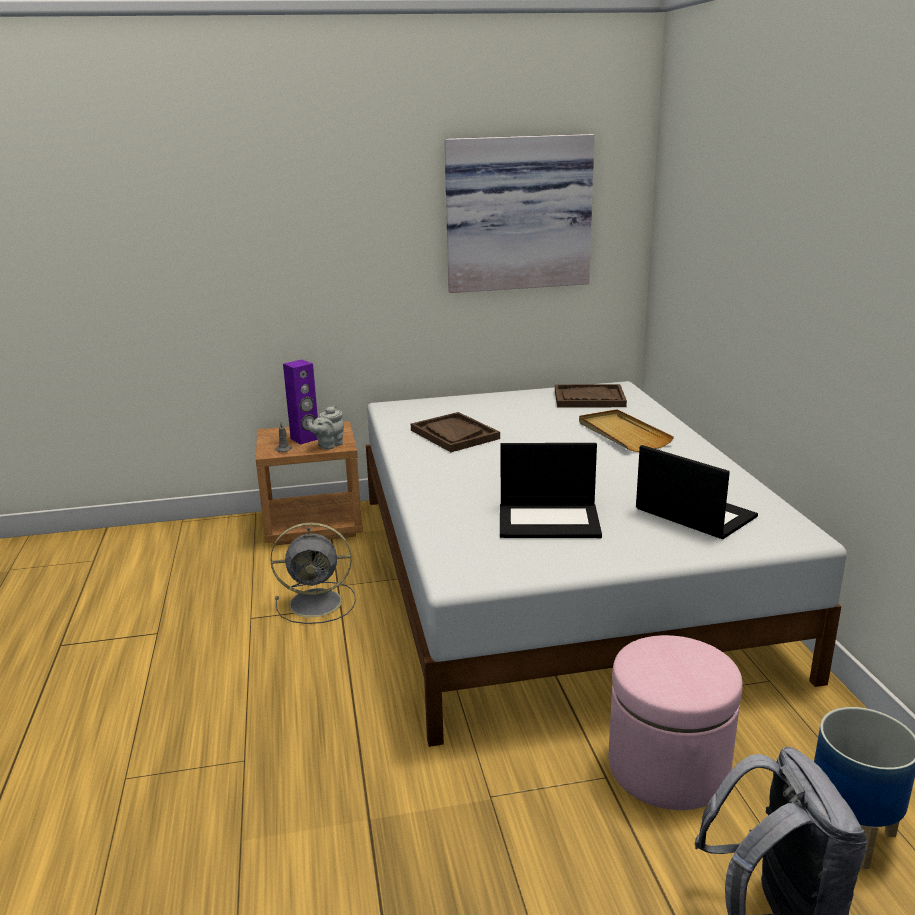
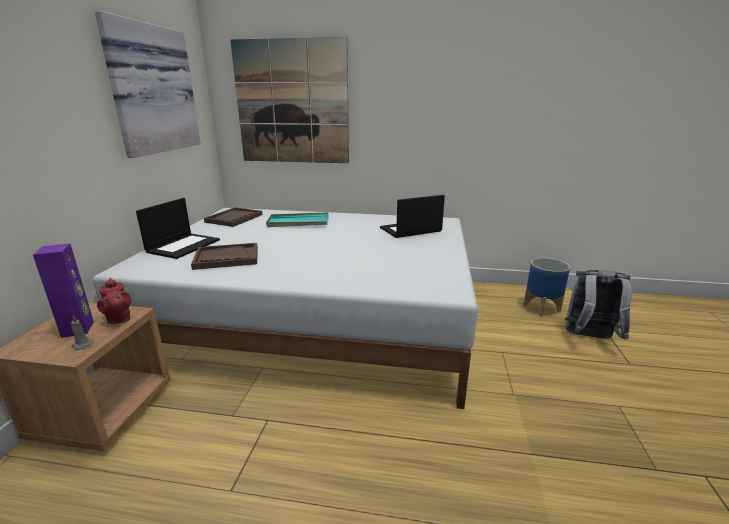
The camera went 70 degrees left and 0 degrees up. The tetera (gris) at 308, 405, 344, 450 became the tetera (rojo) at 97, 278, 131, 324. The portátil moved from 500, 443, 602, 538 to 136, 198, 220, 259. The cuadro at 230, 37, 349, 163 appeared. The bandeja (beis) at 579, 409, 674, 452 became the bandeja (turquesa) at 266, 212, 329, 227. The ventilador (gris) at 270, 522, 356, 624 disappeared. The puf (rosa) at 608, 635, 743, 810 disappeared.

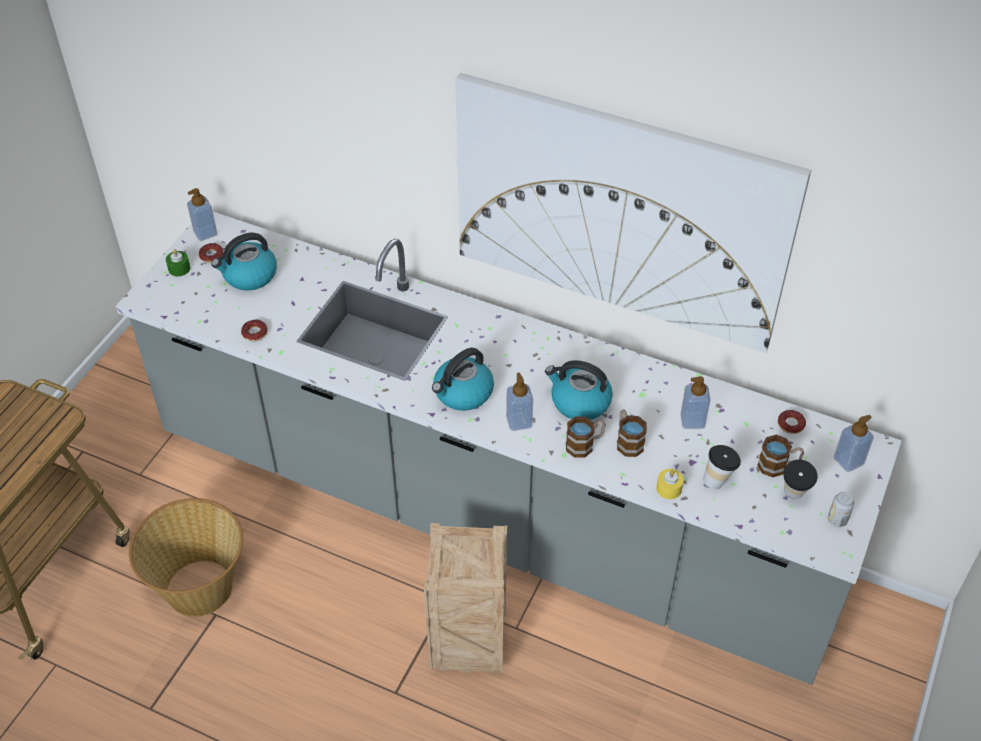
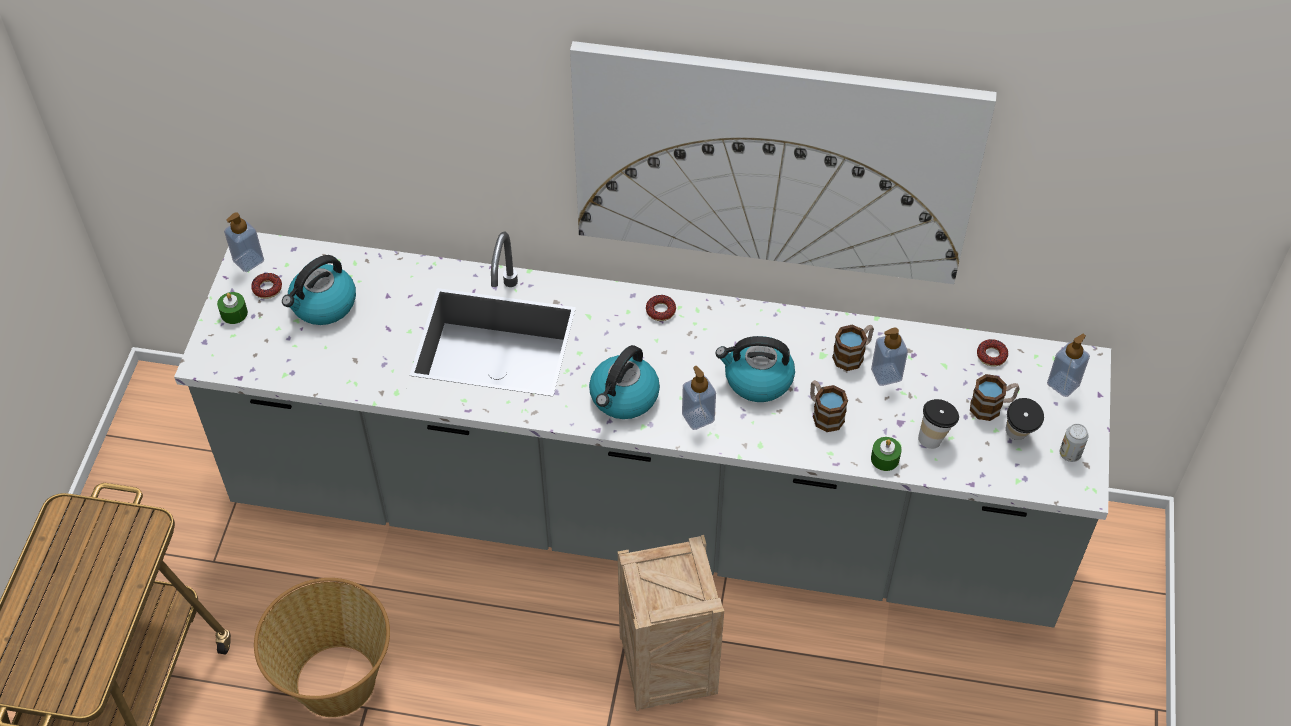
The camera went 15 degrees left and 5 degrees up. The rosquilla moved from 241, 320, 267, 341 to 646, 295, 676, 321. The taza grande moved from 566, 417, 606, 458 to 832, 325, 874, 371. The vela (amarillo) at 656, 469, 684, 499 became the vela (verde) at 871, 437, 902, 471.

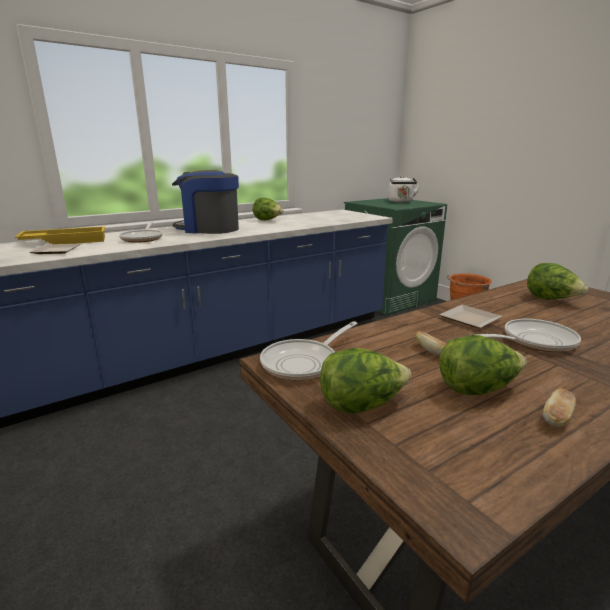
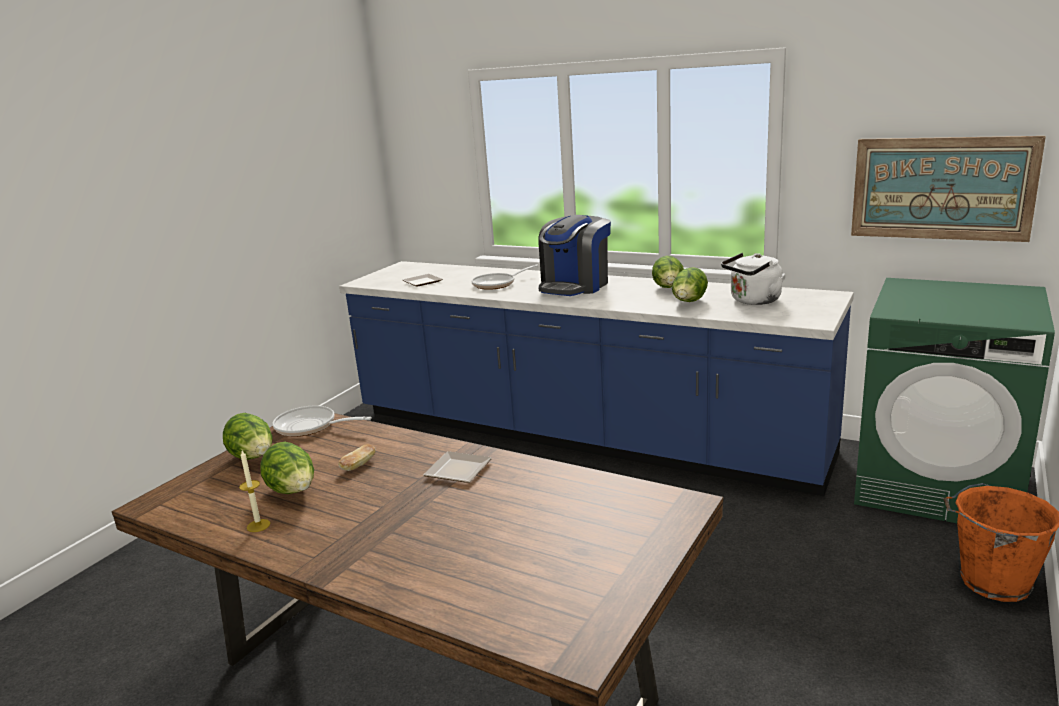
The camera went 65 degrees right and 0 degrees up. The pan at 543, 388, 576, 427 was replaced by the vela at 239, 450, 270, 532. The cafetera at 172, 170, 239, 234 turned 135 degrees counterclockwise. The lechuga moved from 527, 263, 588, 299 to 672, 267, 708, 302. The hervidor (blanco) moved from 388, 176, 420, 202 to 721, 253, 783, 305. The cuadro at 851, 136, 1046, 242 appeared. The bandeja (amarillo) at 15, 226, 105, 244 disappeared. The sartén at 476, 319, 581, 352 disappeared.

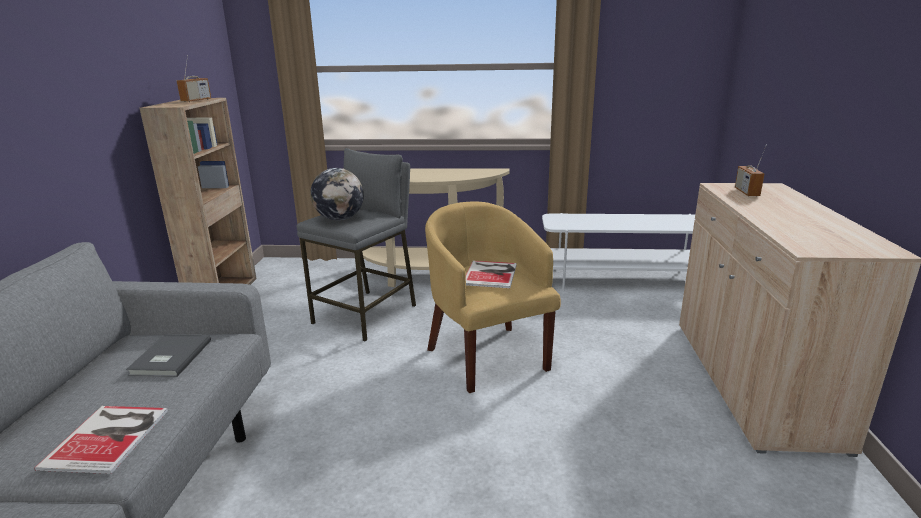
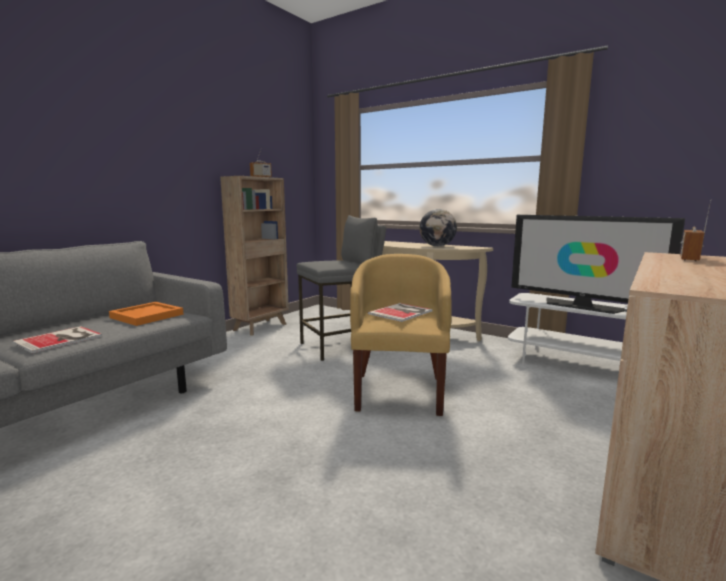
The camera went 30 degrees right and 10 degrees down. The libro (gris) at 126, 334, 211, 377 was replaced by the bandeja (naranja) at 109, 302, 184, 326. The globo terráqueo moved from 310, 168, 364, 221 to 419, 209, 457, 246. The televisor at 511, 215, 685, 314 appeared.

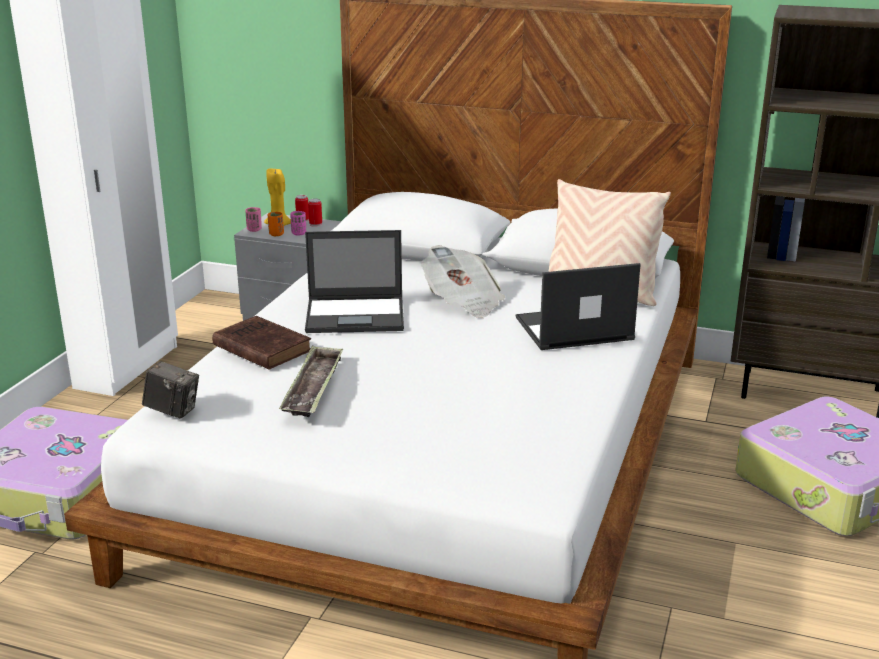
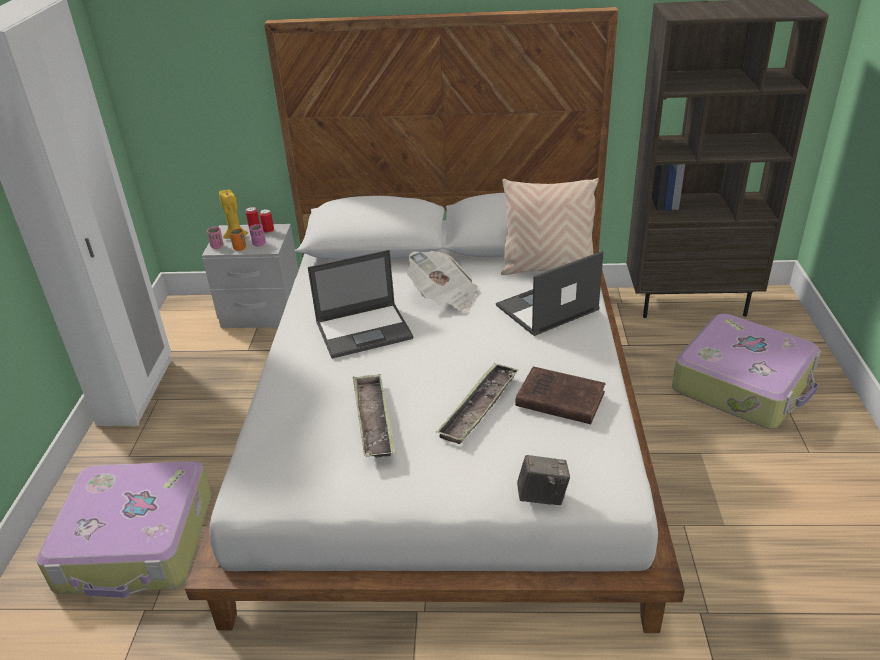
The camera went 15 degrees left and 10 degrees up. The bandeja at 436, 363, 519, 444 appeared. The libro (marrón) moved from 212, 316, 311, 370 to 515, 366, 606, 424. The cámara moved from 142, 361, 199, 419 to 517, 455, 570, 505.

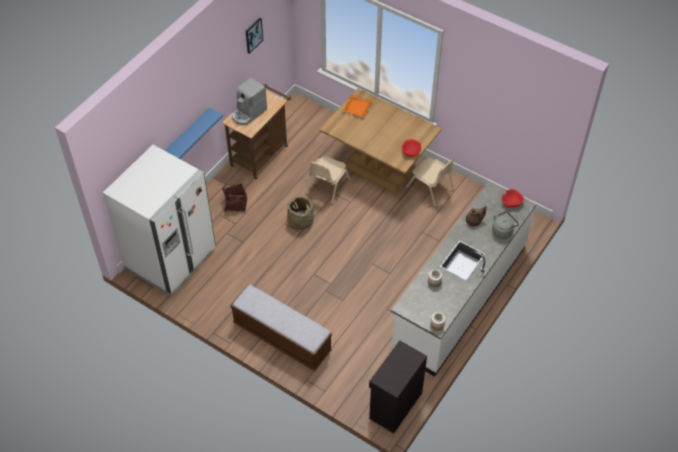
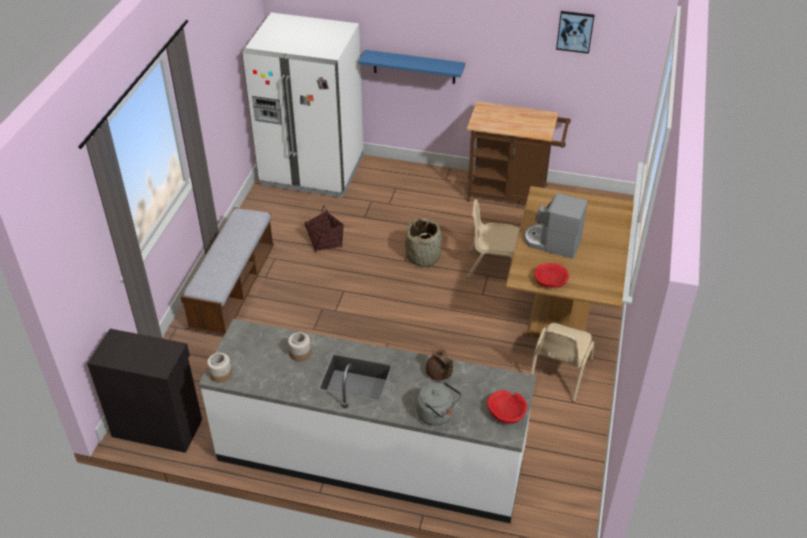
The camera went 70 degrees right and 10 degrees down. The cesta moved from 222, 184, 247, 212 to 305, 206, 343, 253. The cafetera moved from 232, 77, 267, 125 to 524, 193, 588, 259. The bandeja (naranja) at 343, 95, 372, 117 disappeared.

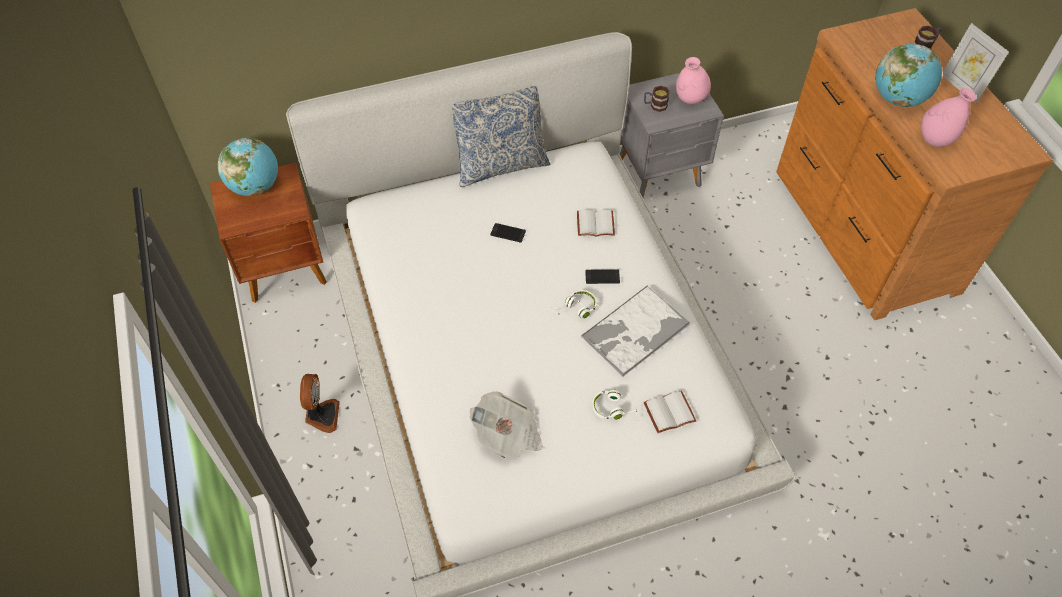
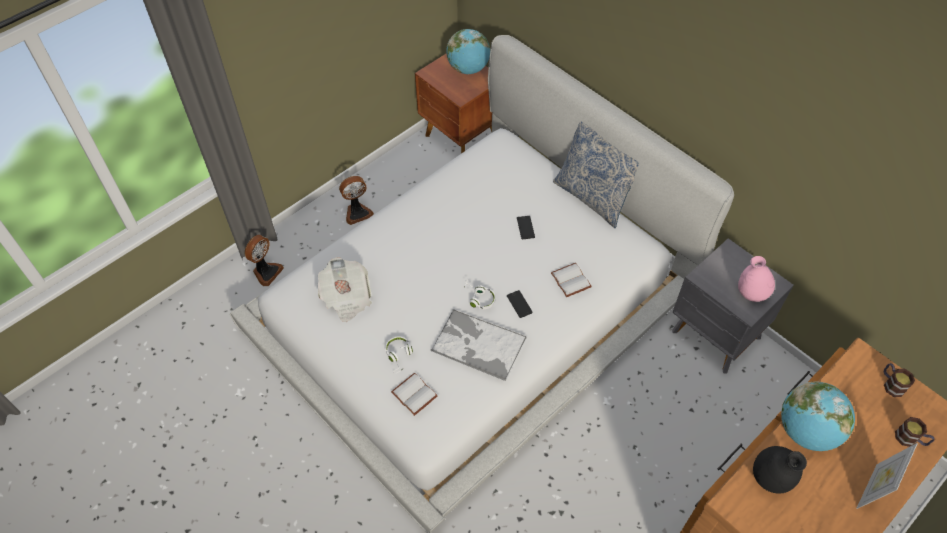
The camera went 65 degrees right and 0 degrees up. The ventilador at 244, 235, 284, 286 appeared. The florero (rosa) at 921, 88, 976, 147 became the florero (negro) at 753, 446, 807, 494. The taza grande moved from 644, 86, 670, 112 to 884, 363, 915, 397.

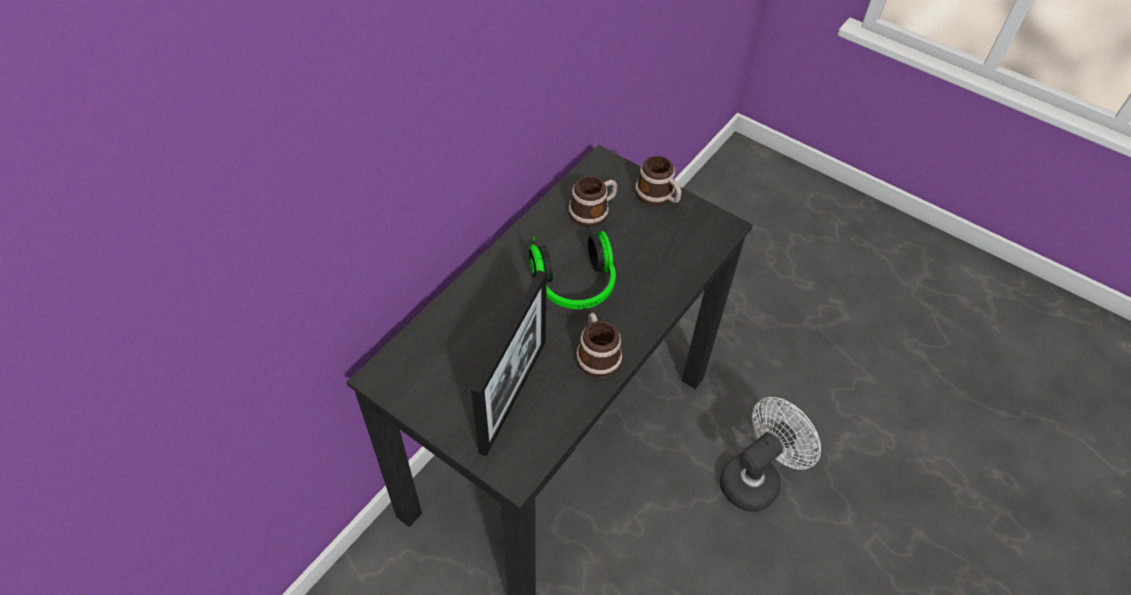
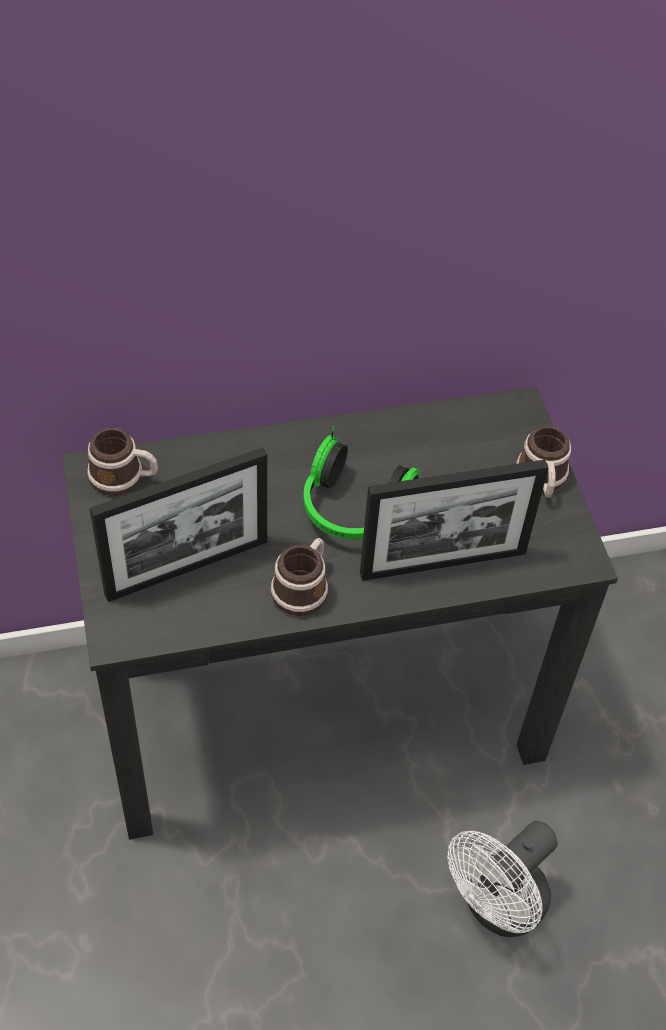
The camera went 40 degrees right and 0 degrees up. The taza grande moved from 569, 176, 617, 227 to 87, 428, 158, 496. The portarretratos at 360, 460, 548, 581 appeared. The ventilador (blanco) at 719, 397, 821, 512 turned 135 degrees clockwise.

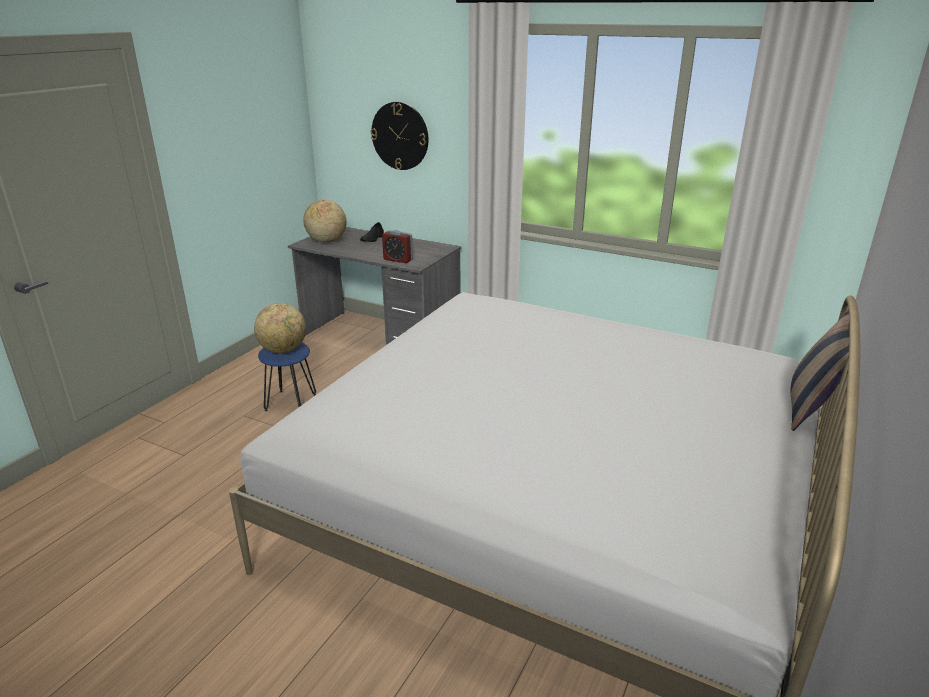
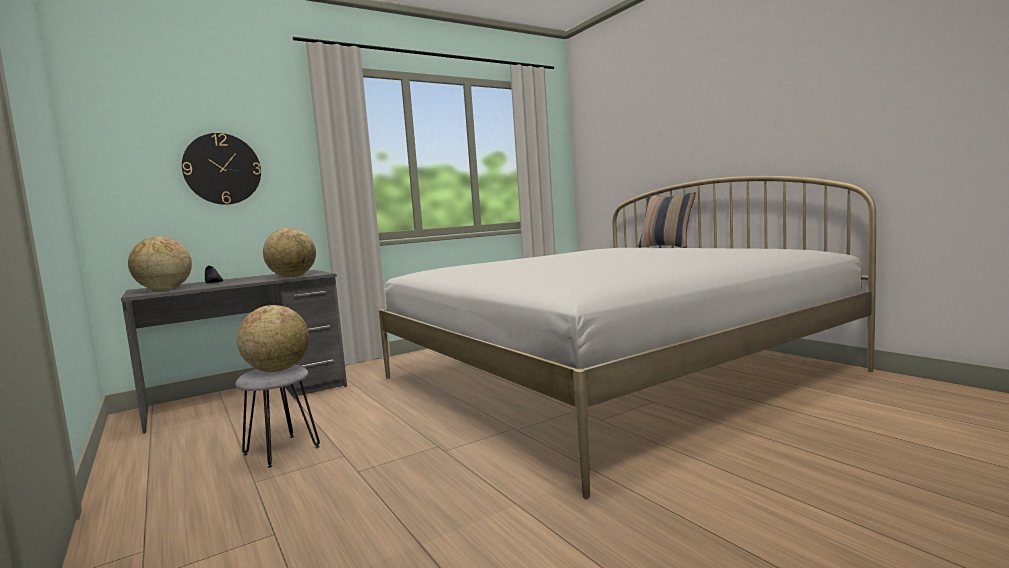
The camera went 60 degrees left and 20 degrees down. The taburete (azul) at 258, 343, 316, 411 became the taburete (gris) at 235, 365, 320, 468. The despertador at 382, 230, 413, 263 was replaced by the globo terráqueo at 263, 228, 316, 277.

